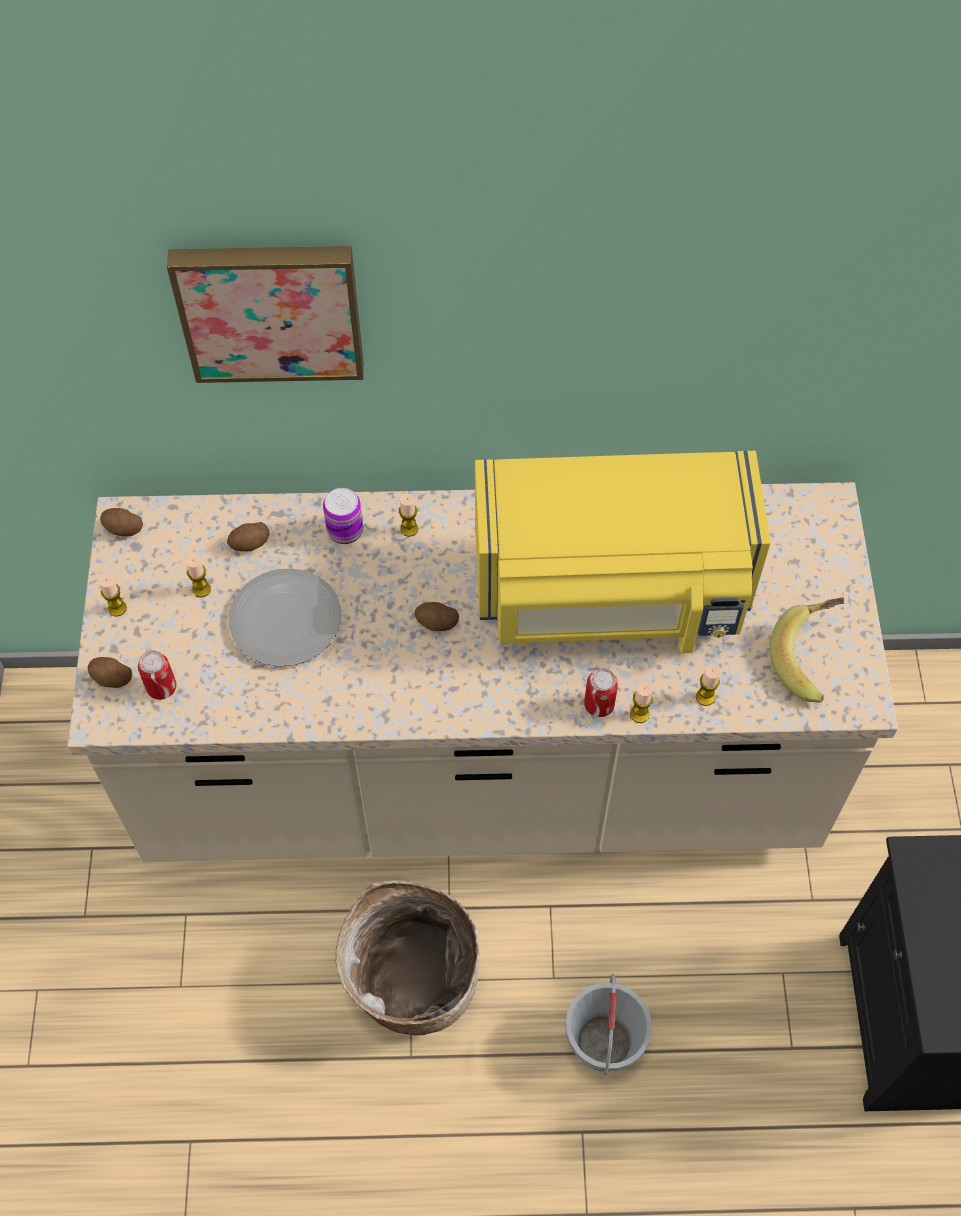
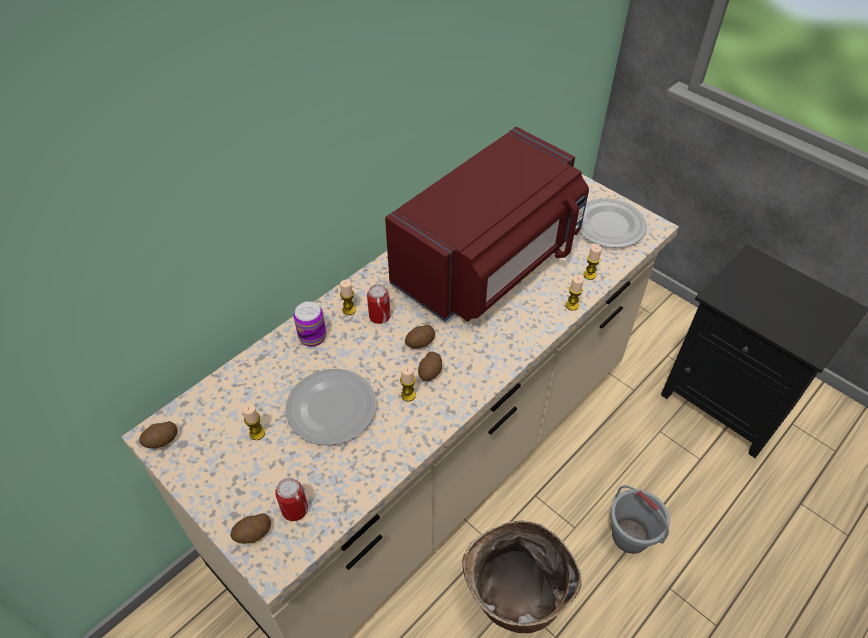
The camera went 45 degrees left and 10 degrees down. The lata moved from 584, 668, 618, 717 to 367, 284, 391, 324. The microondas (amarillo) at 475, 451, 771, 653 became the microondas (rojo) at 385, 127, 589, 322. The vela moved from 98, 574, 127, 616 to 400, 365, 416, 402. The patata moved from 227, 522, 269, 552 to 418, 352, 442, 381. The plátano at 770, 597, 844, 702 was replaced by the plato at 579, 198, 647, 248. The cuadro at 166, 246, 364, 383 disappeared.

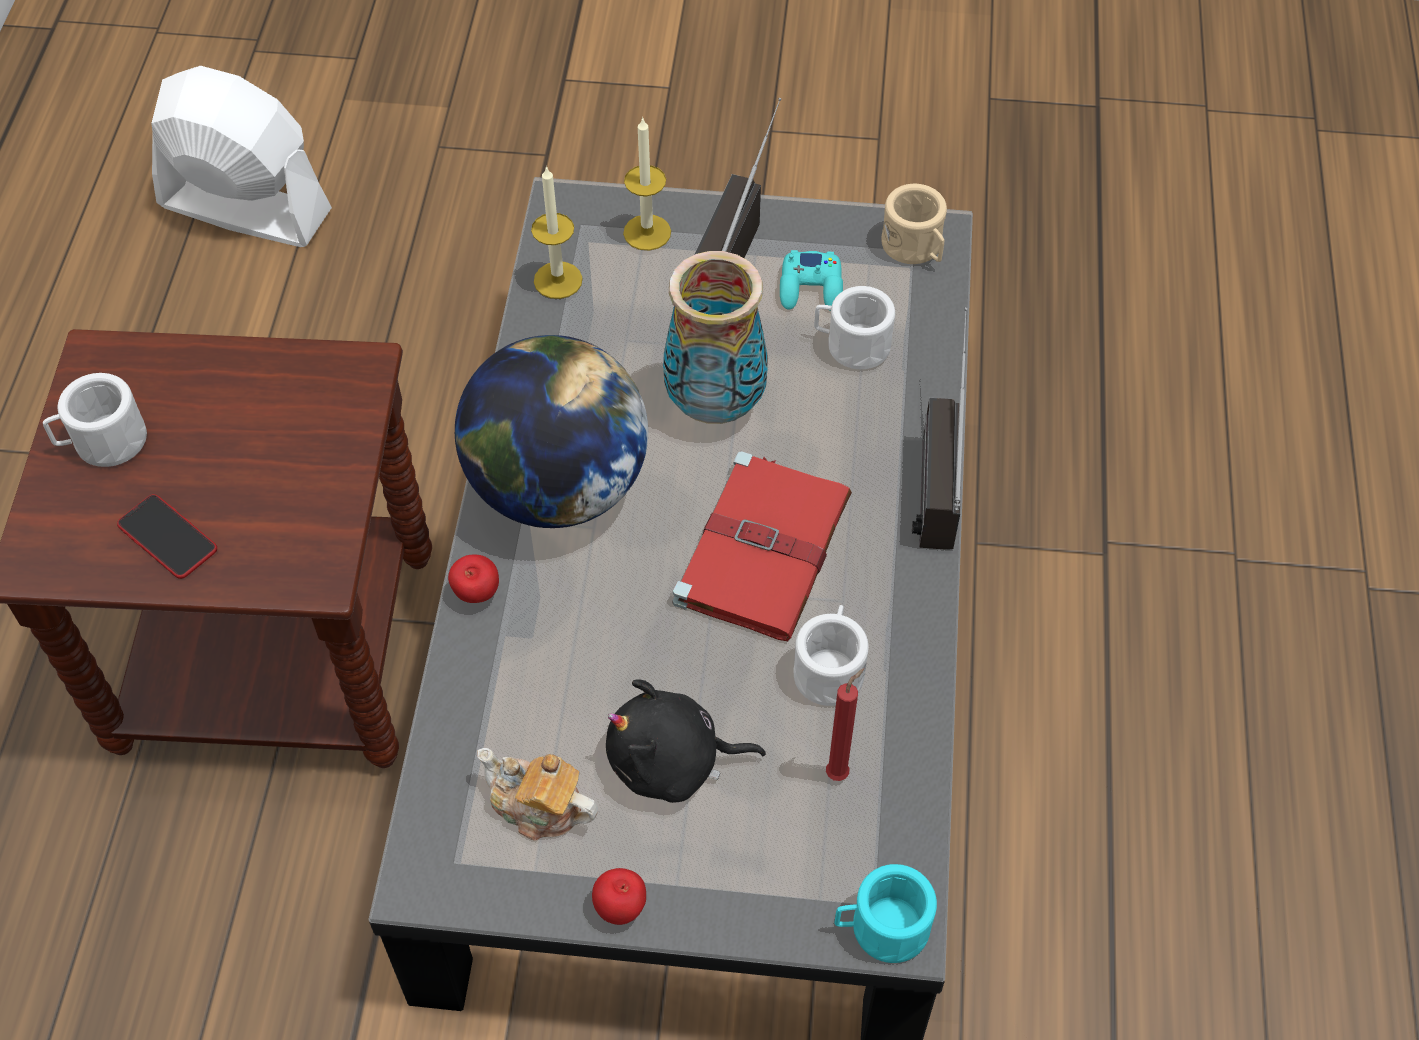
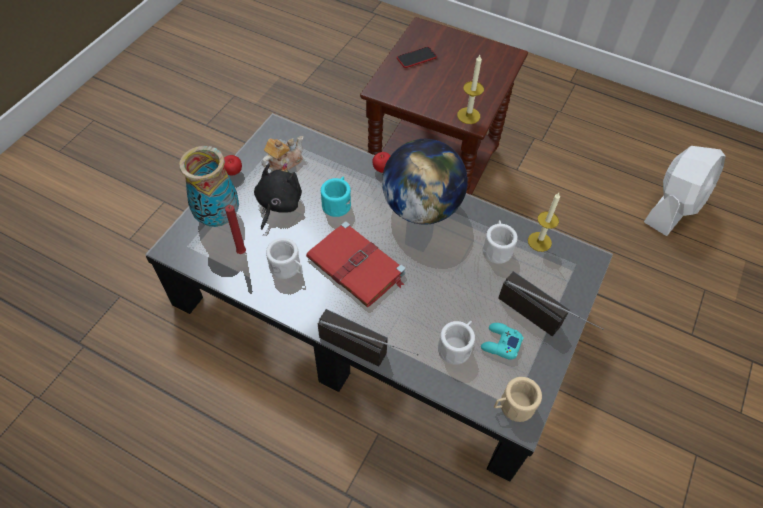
The camera went 110 degrees right and 0 degrees up. The florero moved from 663, 251, 768, 424 to 179, 146, 239, 227. The taza grande (turquesa) moved from 834, 864, 937, 963 to 321, 177, 351, 217. The vela moved from 623, 117, 671, 251 to 457, 55, 484, 124. The taza grande (blanco) moved from 43, 373, 147, 467 to 483, 220, 518, 264.

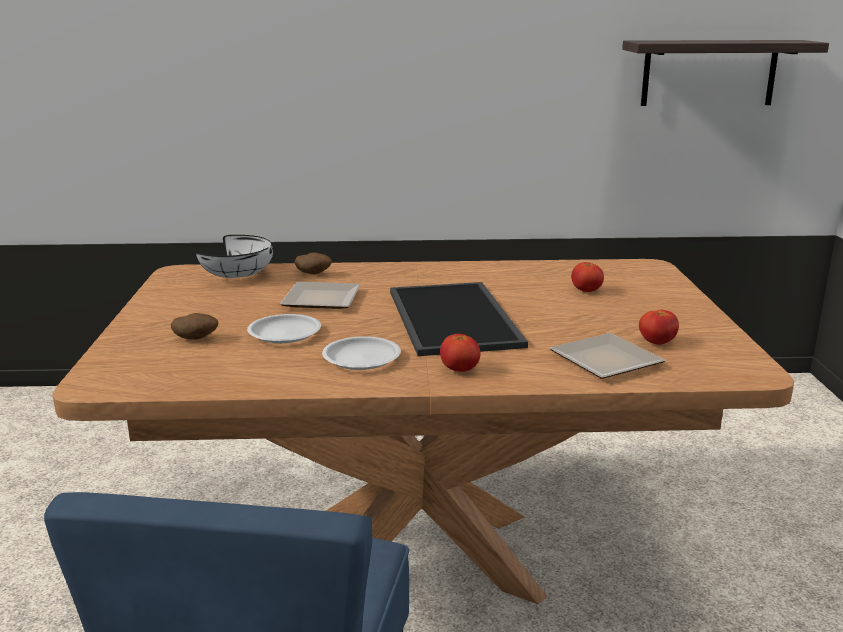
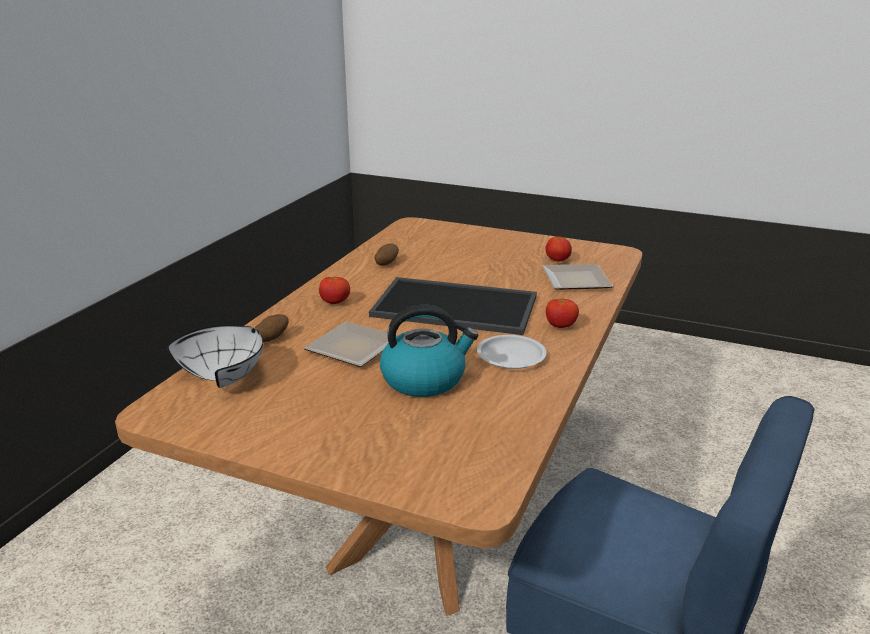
The camera went 65 degrees left and 5 degrees up. The tomate moved from 571, 262, 604, 292 to 319, 277, 350, 304. The patata moved from 171, 313, 218, 340 to 375, 243, 399, 266. The plato (blanco) at 247, 314, 321, 343 was replaced by the hervidor at 380, 305, 478, 397. The estante at 622, 40, 829, 106 disappeared.

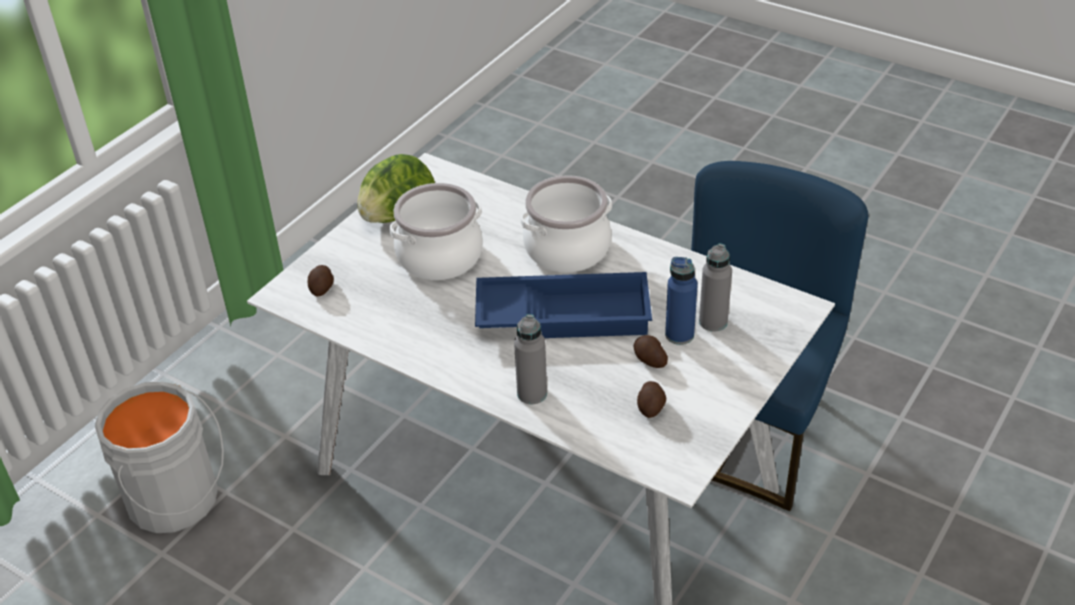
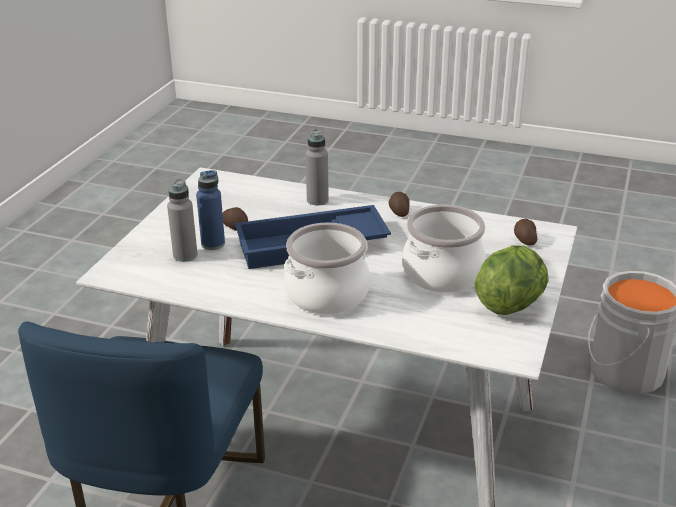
The camera went 165 degrees right and 10 degrees down. The patata moved from 637, 381, 666, 418 to 389, 192, 410, 217.

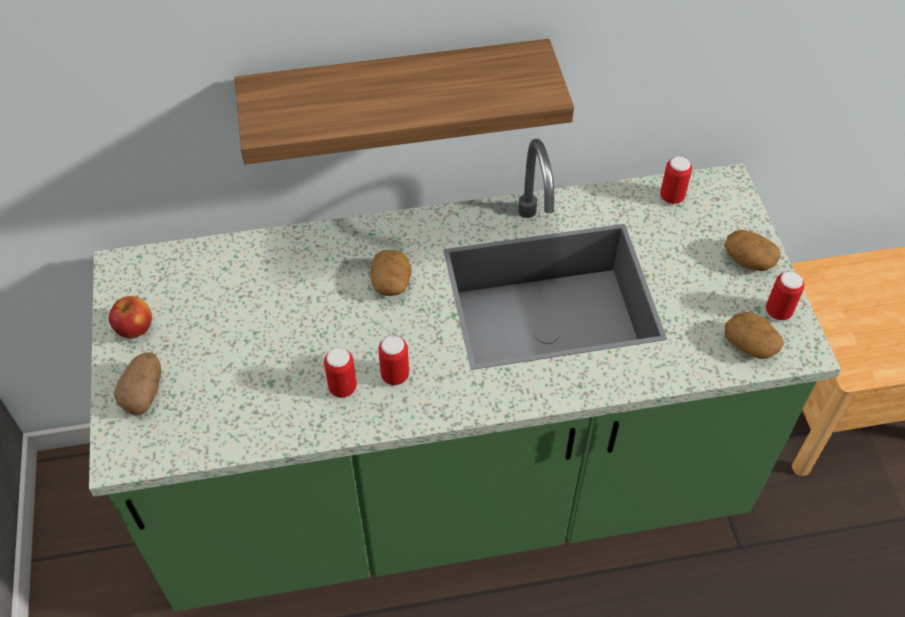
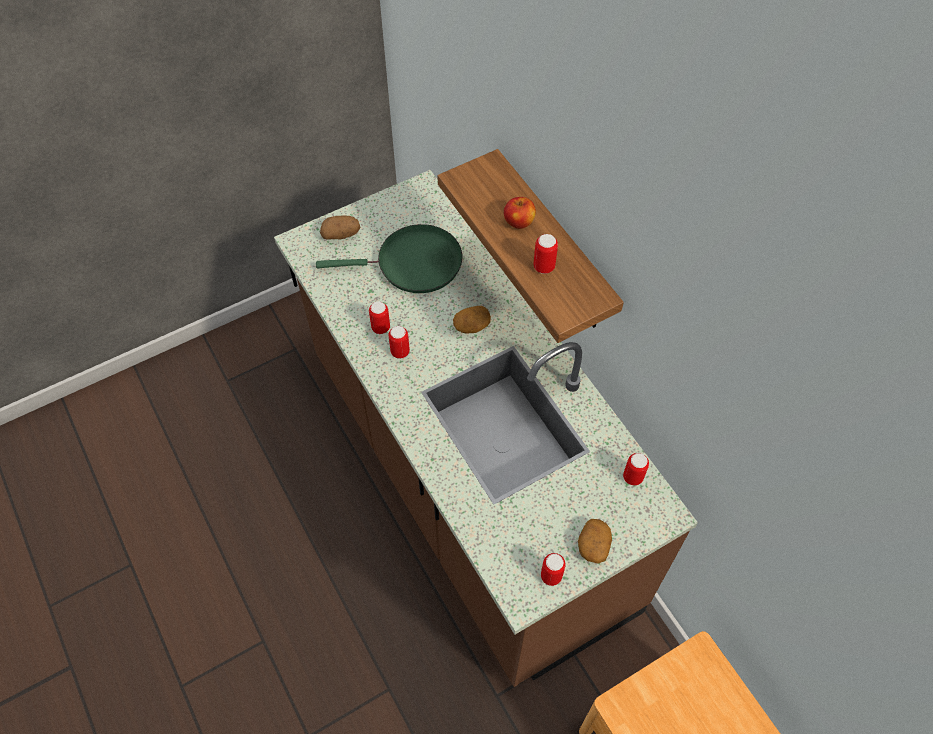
The camera went 70 degrees right and 5 degrees up. The mueble bajo de cocina (verde) at 89, 139, 841, 611 became the mueble bajo de cocina (marrón) at 274, 170, 698, 687. The sartén (verde) at 316, 224, 462, 293 appeared. The manzana moved from 109, 296, 152, 339 to 504, 197, 536, 229. The lata at 533, 234, 558, 274 appeared. The patata at 725, 312, 784, 359 disappeared.

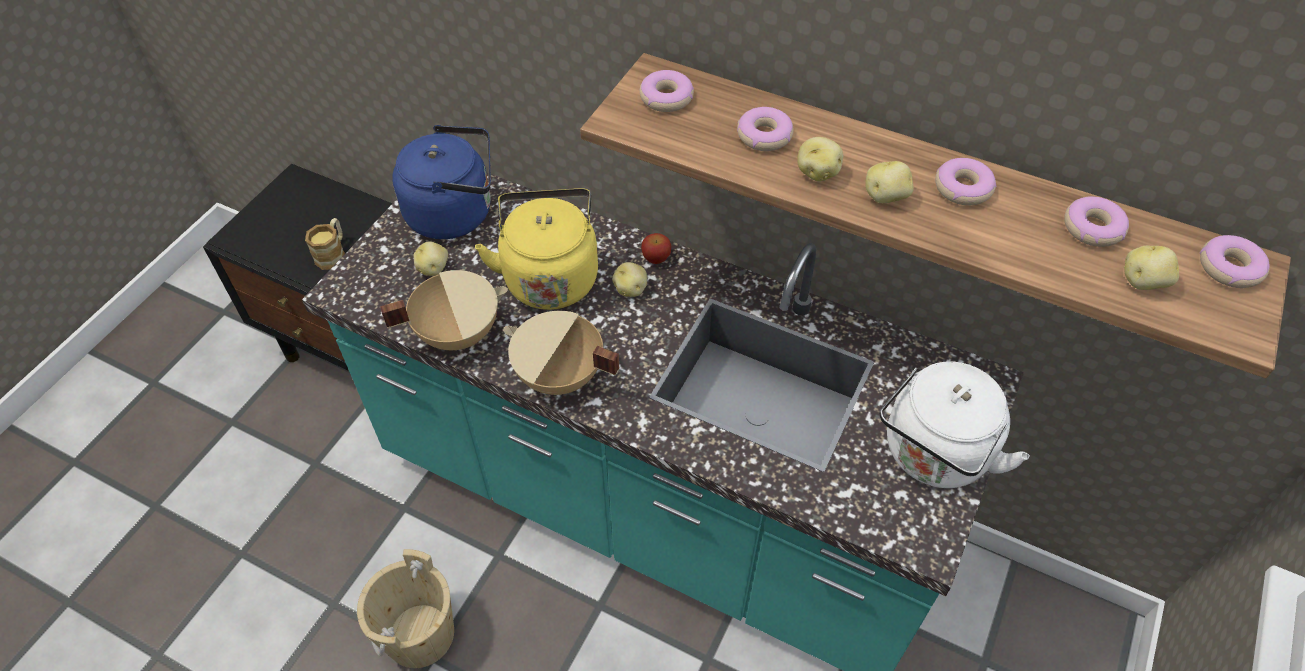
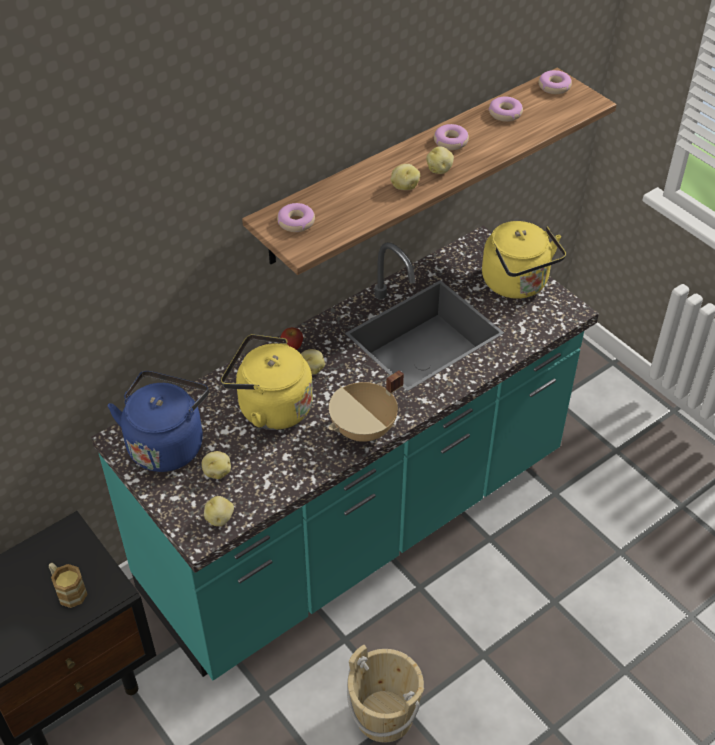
The camera went 65 degrees left and 5 degrees down. The patata moved from 1124, 246, 1179, 290 to 204, 496, 234, 526. The hervidor (blanco) at 880, 361, 1030, 488 became the hervidor (amarillo) at 482, 221, 566, 299. The olla (beis) at 380, 270, 508, 350 disappeared. The rosquilla at 737, 107, 794, 151 disappeared.

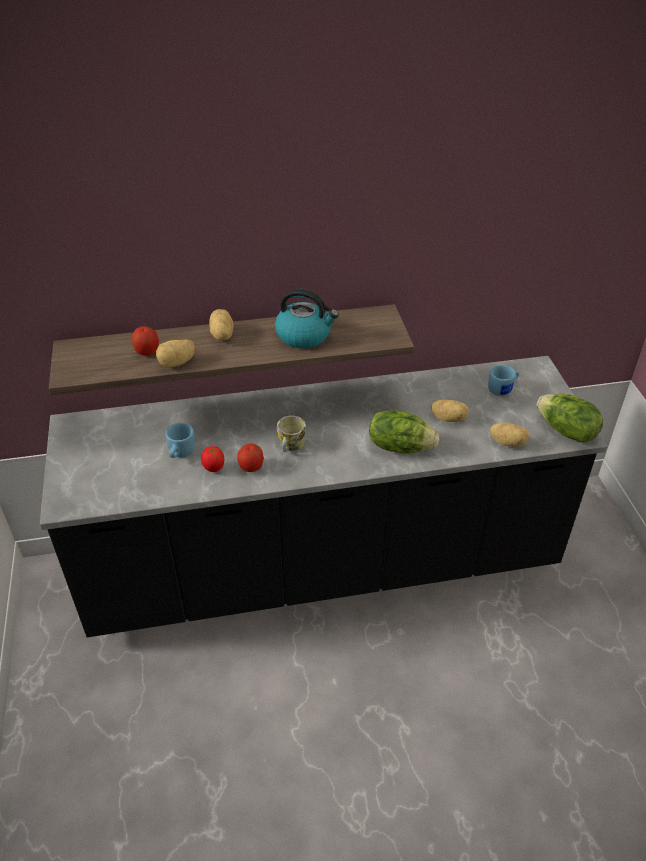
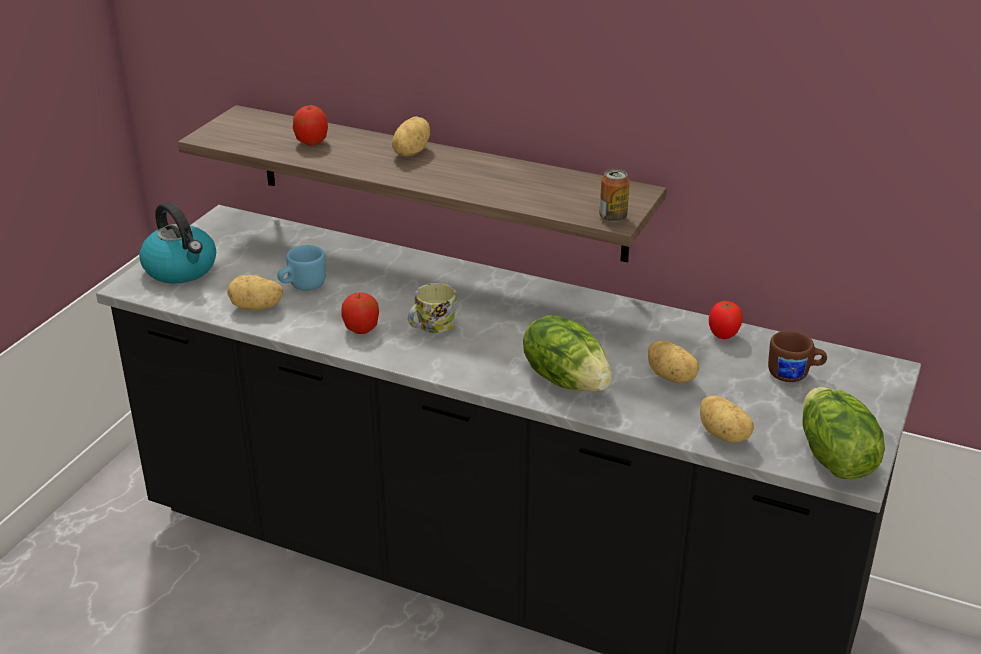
The camera went 35 degrees right and 10 degrees down. The hervidor moved from 275, 288, 339, 349 to 139, 202, 216, 283. The patata moved from 156, 340, 195, 367 to 227, 275, 283, 310. The lata at 599, 169, 630, 222 appeared. The tomate moved from 201, 446, 224, 472 to 709, 301, 743, 339. The taza grande (azul) at 488, 365, 519, 396 became the taza grande (marrón) at 768, 331, 827, 382.

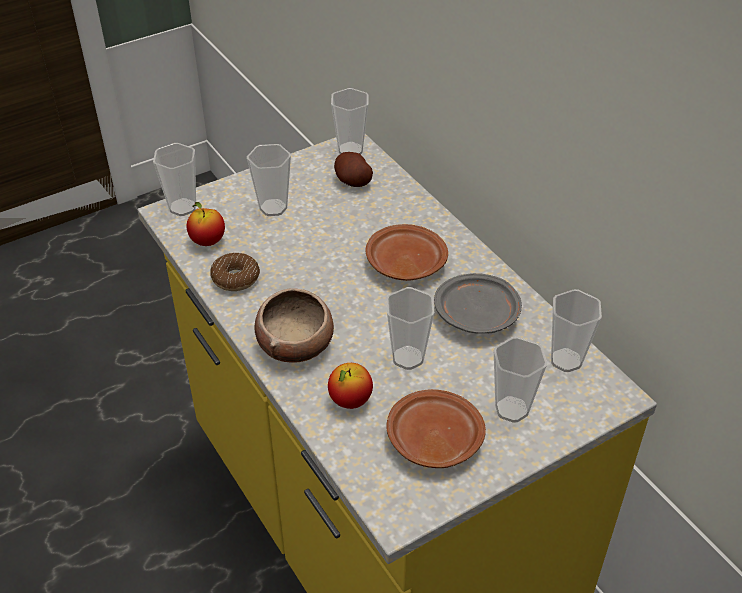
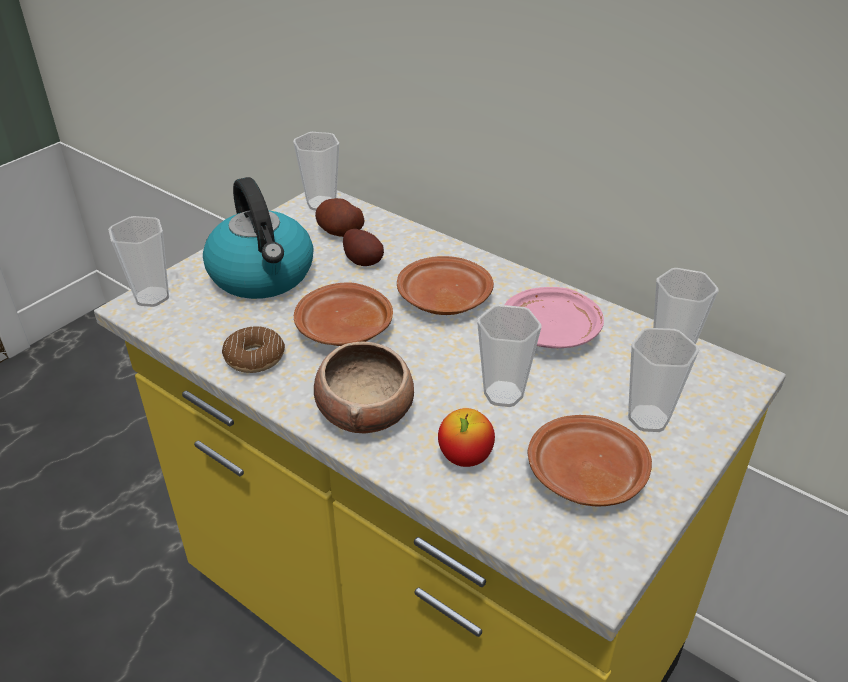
The camera went 20 degrees left and 5 degrees down. The taza at 247, 144, 291, 216 was replaced by the hervidor at 203, 177, 313, 299. The plato (marrón) at 294, 282, 393, 346 appeared. The patata at 343, 229, 384, 266 appeared. The plato (gris) at 434, 273, 522, 334 became the plato (rosa) at 504, 287, 604, 348. The manzana at 187, 202, 225, 246 disappeared.

